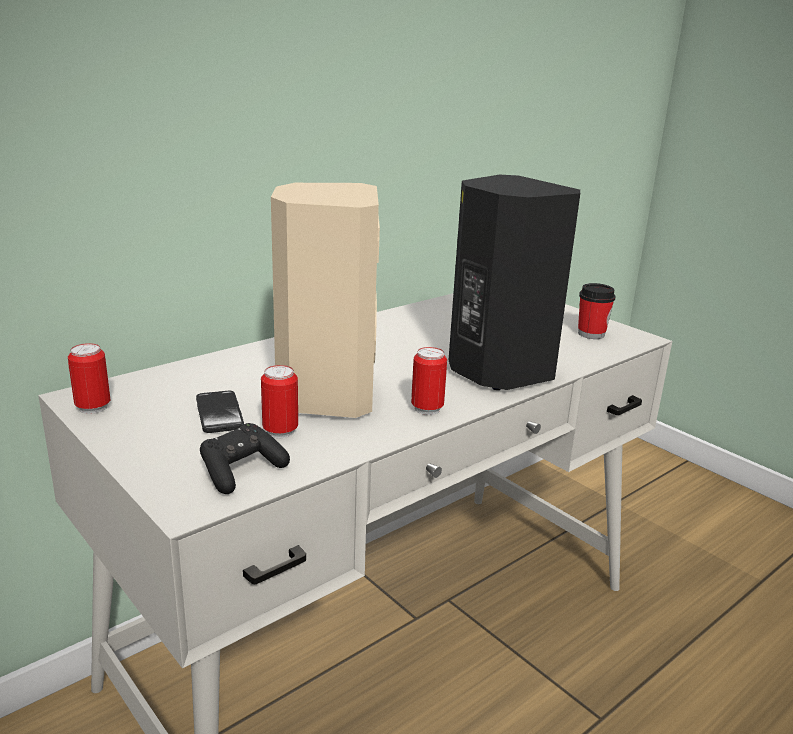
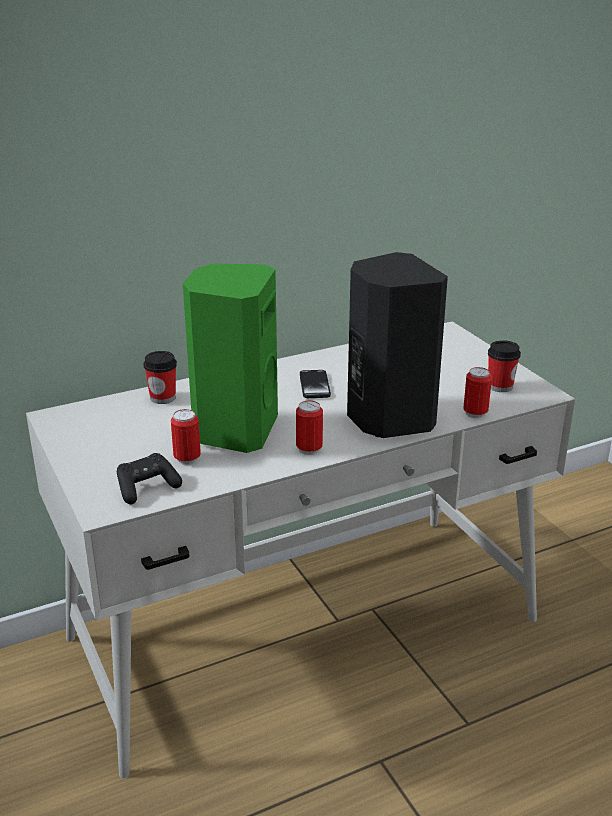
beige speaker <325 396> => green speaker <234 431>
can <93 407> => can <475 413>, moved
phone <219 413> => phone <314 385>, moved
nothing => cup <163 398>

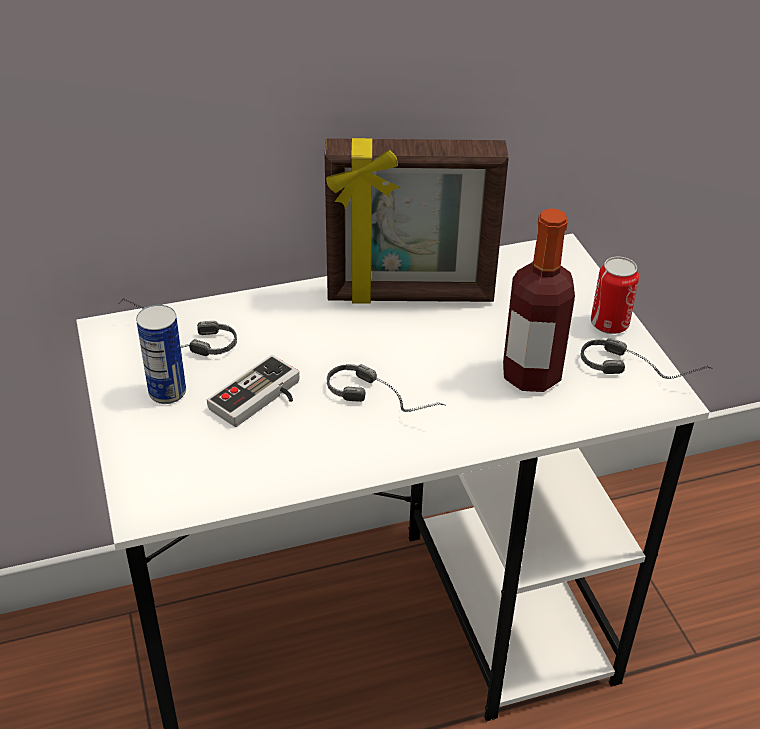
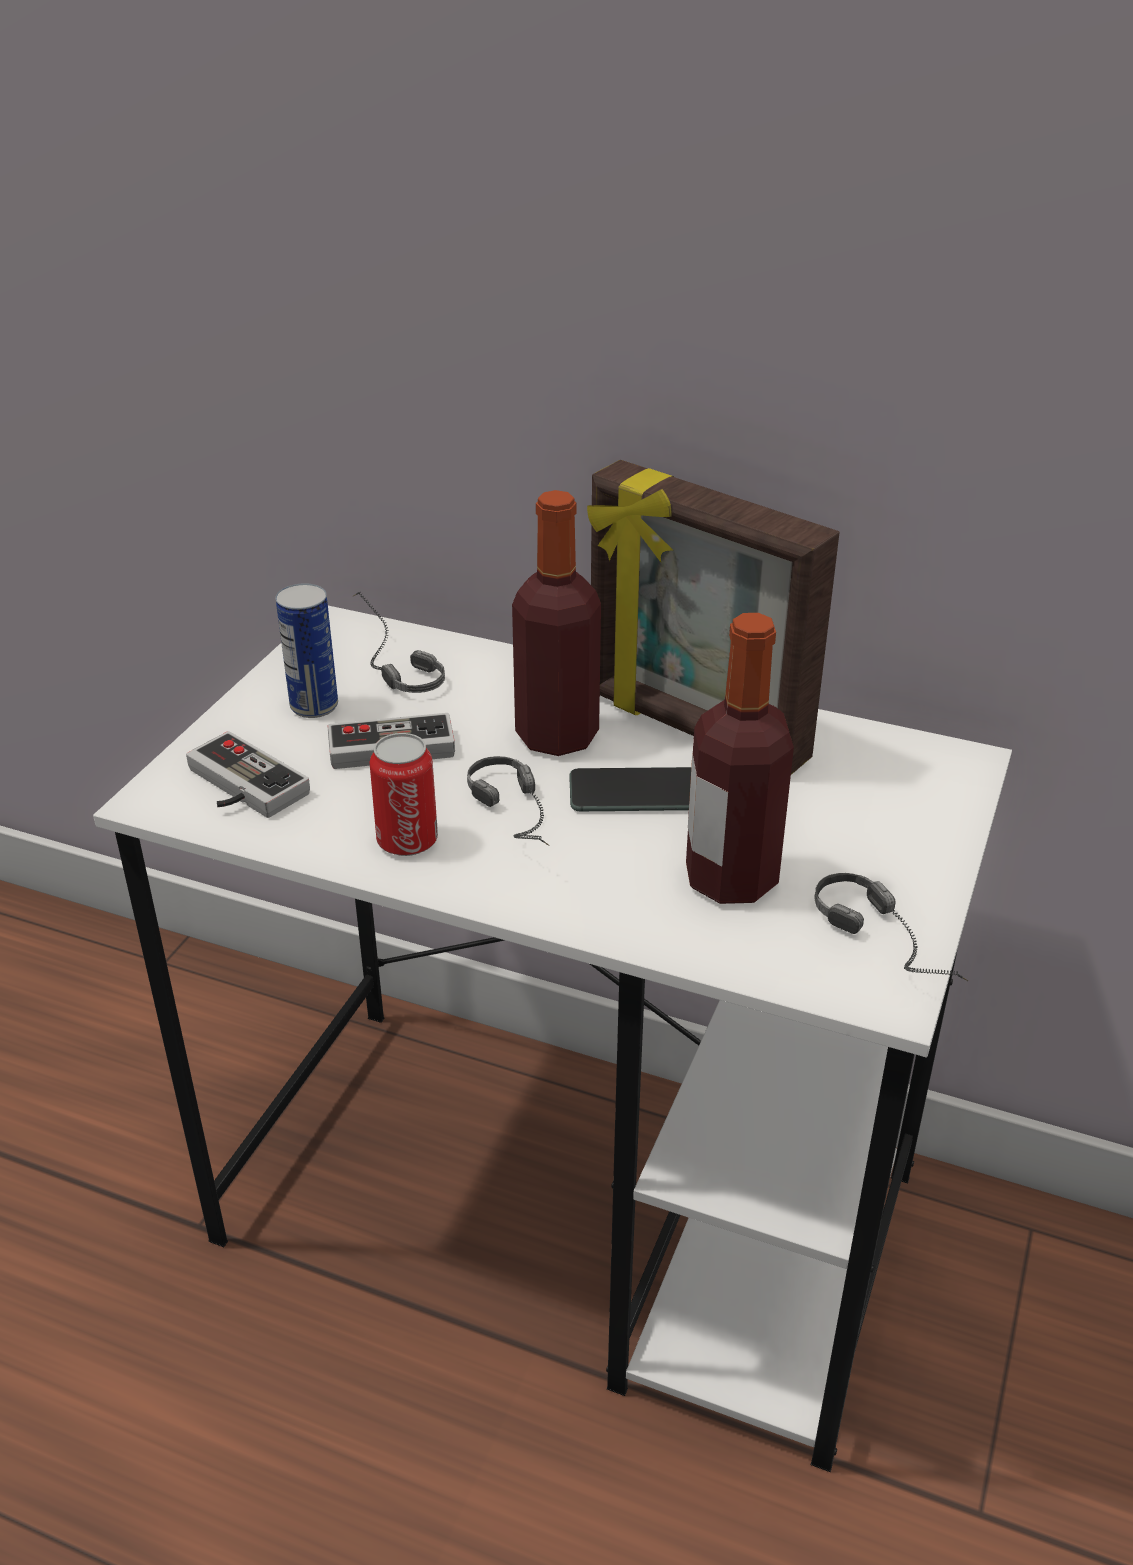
can <609 324> => can <407 841>, moved
nothing => bottle <557 736>
nothing => game controller <238 787>
nothing => phone <638 792>

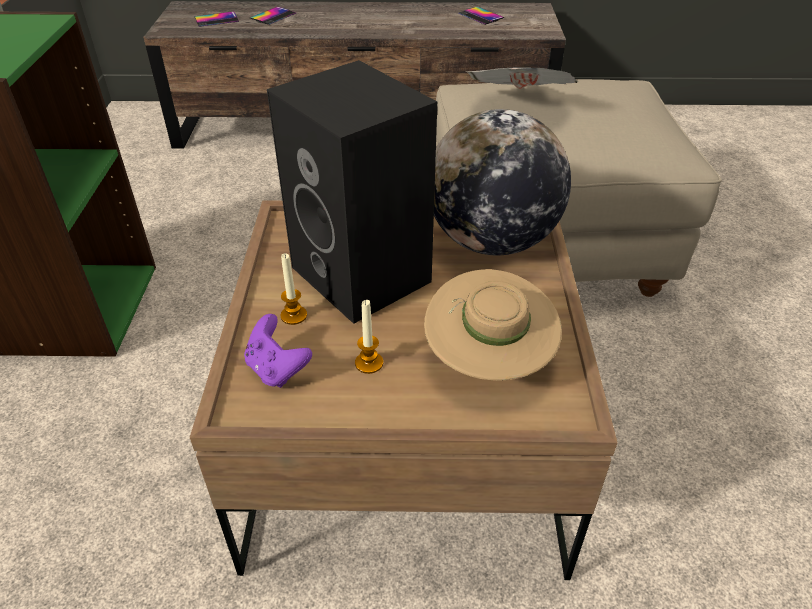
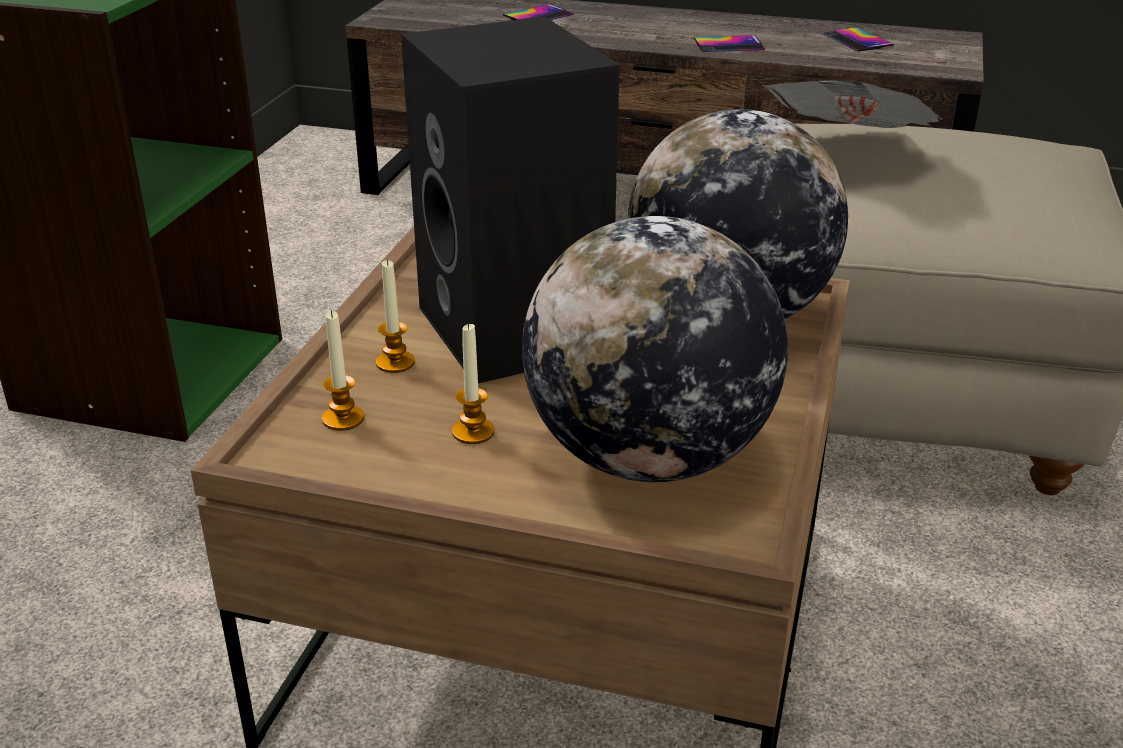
phone <216 19> => phone <729 44>, moved
beige hat <488 361> => globe <648 457>
purple game controller <277 369> => candle <343 419>

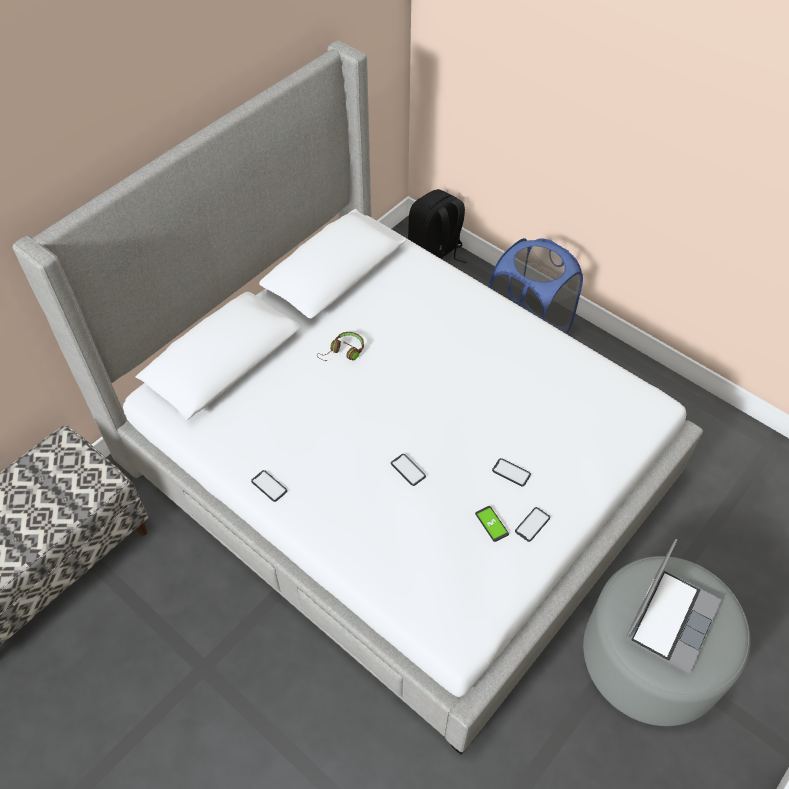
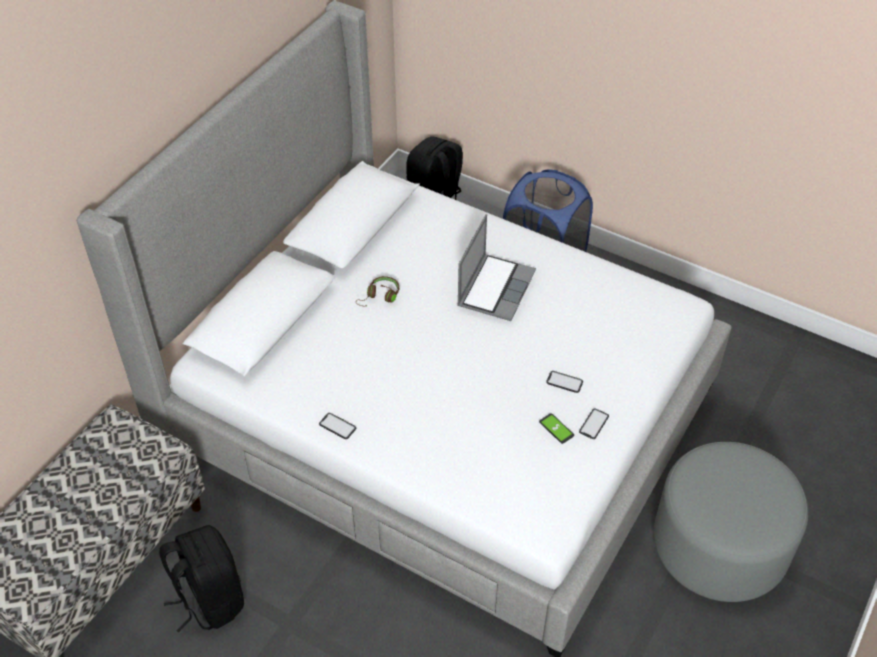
phone <408 470> => nothing
laptop <670 618> => laptop <495 288>, moved
nothing => black backpack <209 599>

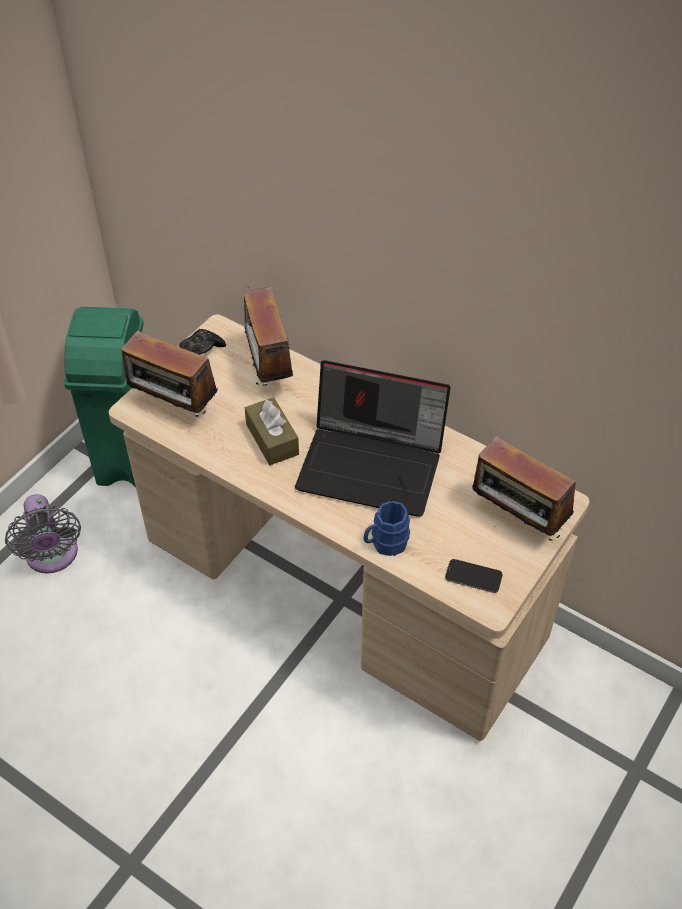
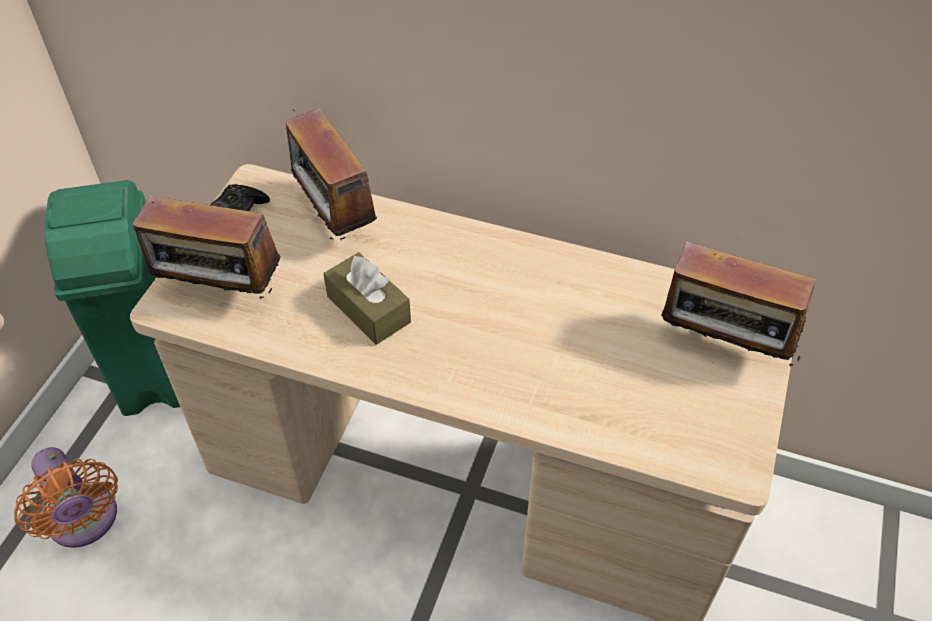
laptop <373 465> => nothing
grey fan <52 557> => orange fan <85 522>
blue mug <385 543> => nothing
phone <473 576> => nothing

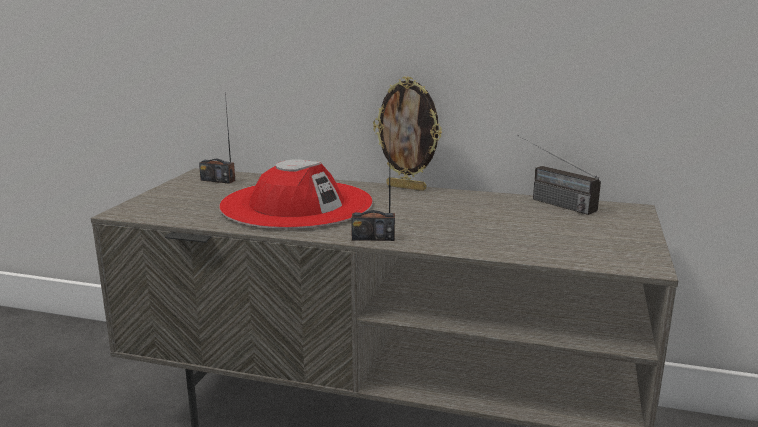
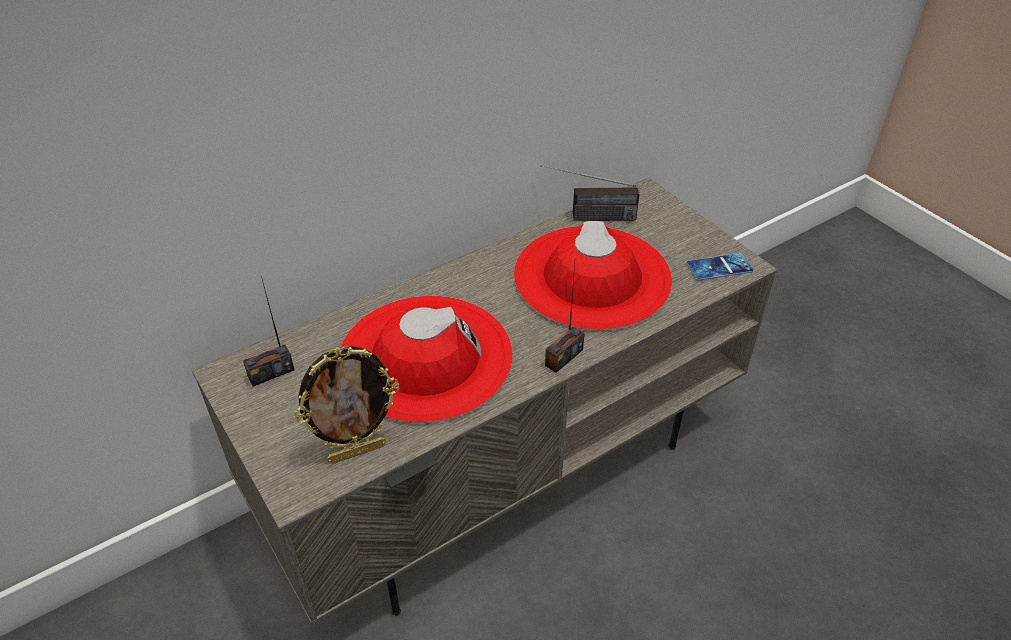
picture frame <407 187> => picture frame <357 452>, moved
nothing => red hat <592 277>
nothing => phone <719 267>

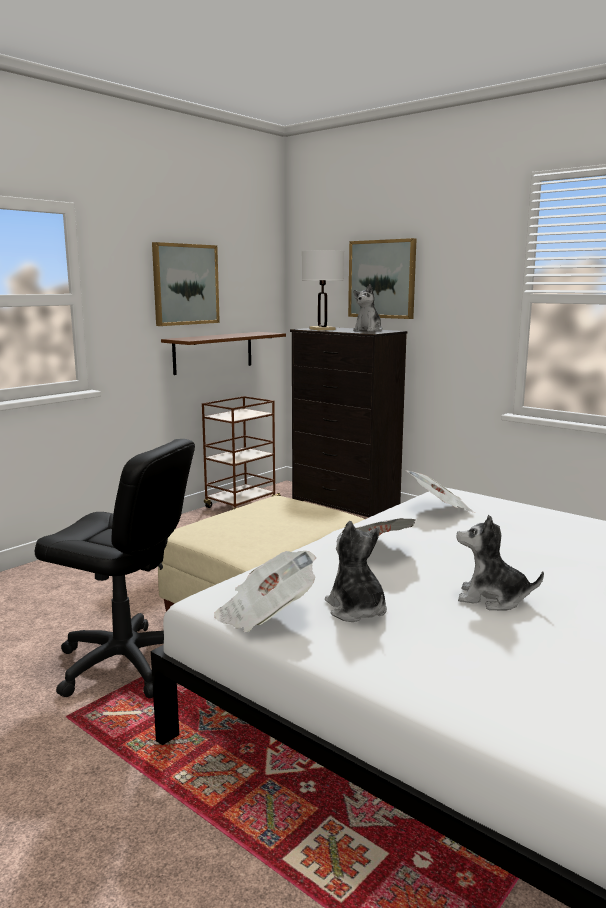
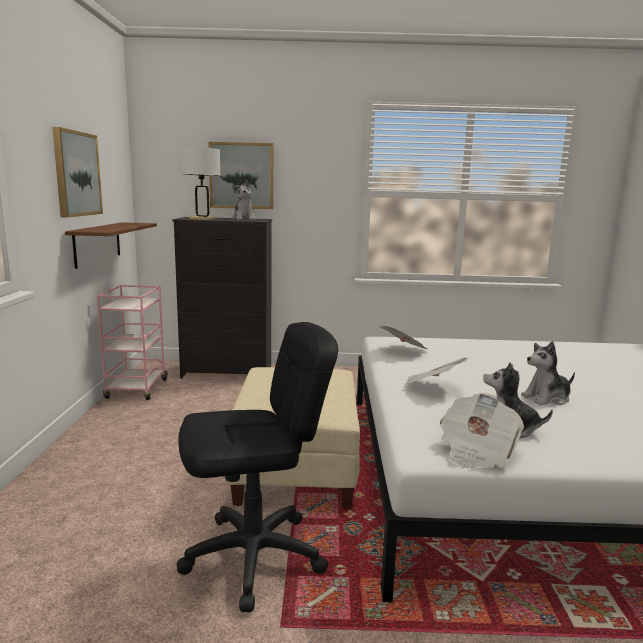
brown cart <241 505> => pink cart <137 389>

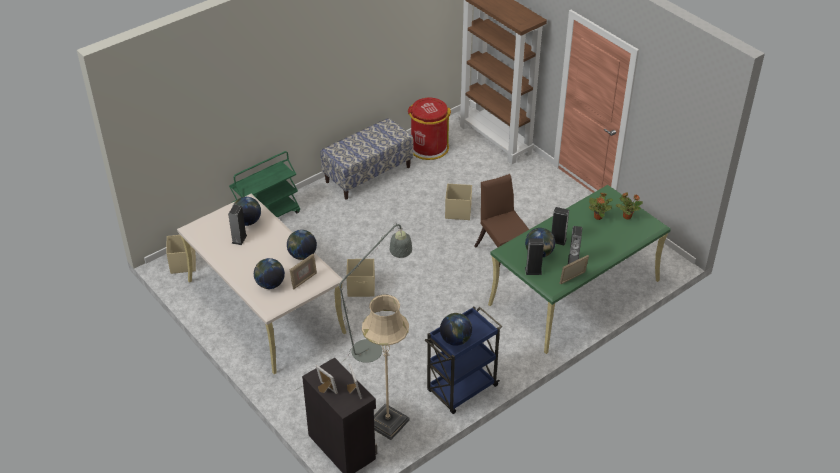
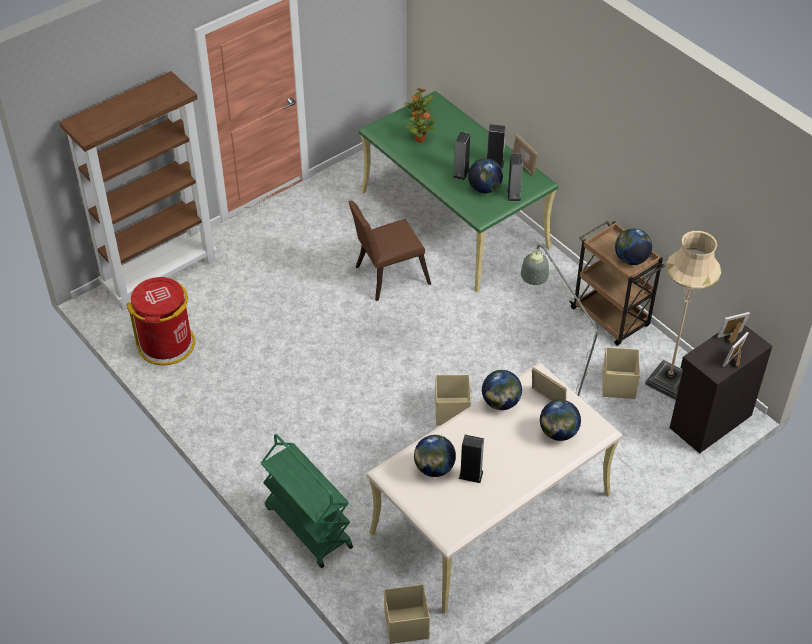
bench <368 174> => nothing
beige storage box <457 211> => beige storage box <618 385>, moved
blue cart <461 389> => brown cart <611 318>

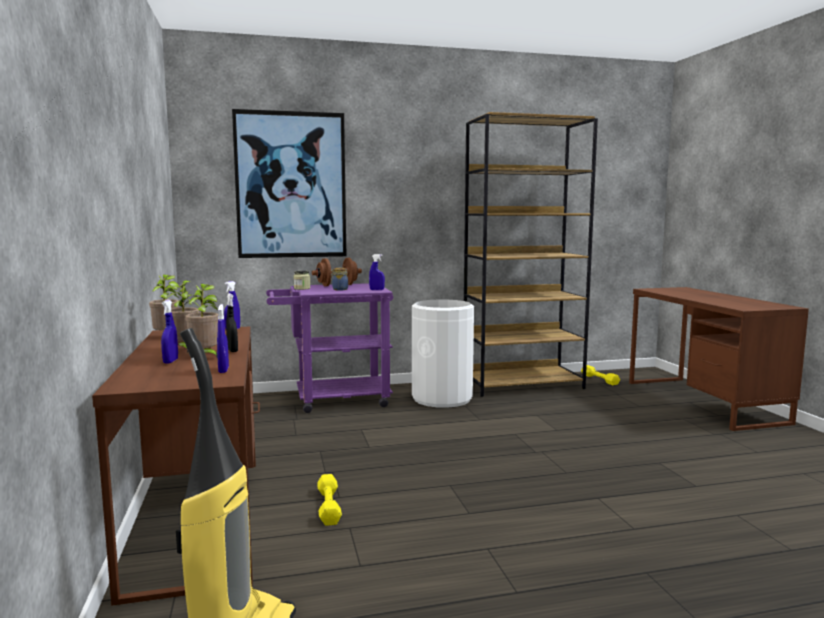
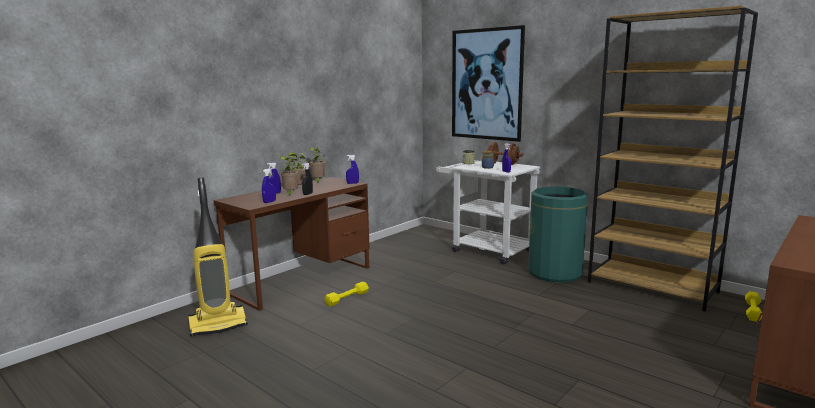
purple cart <332 400> => white cart <486 249>
white trash can <442 398> => green trash can <555 273>

